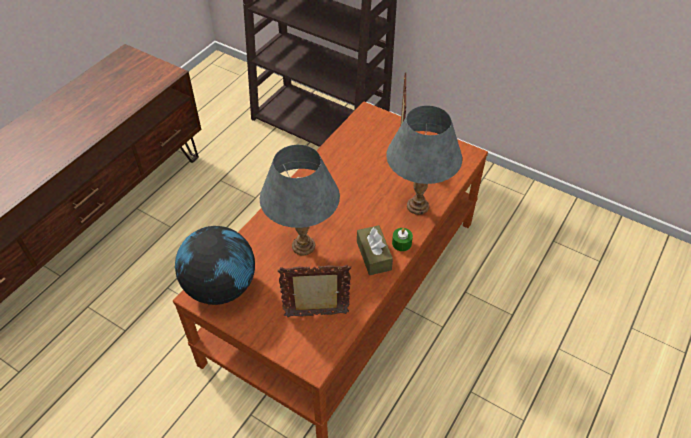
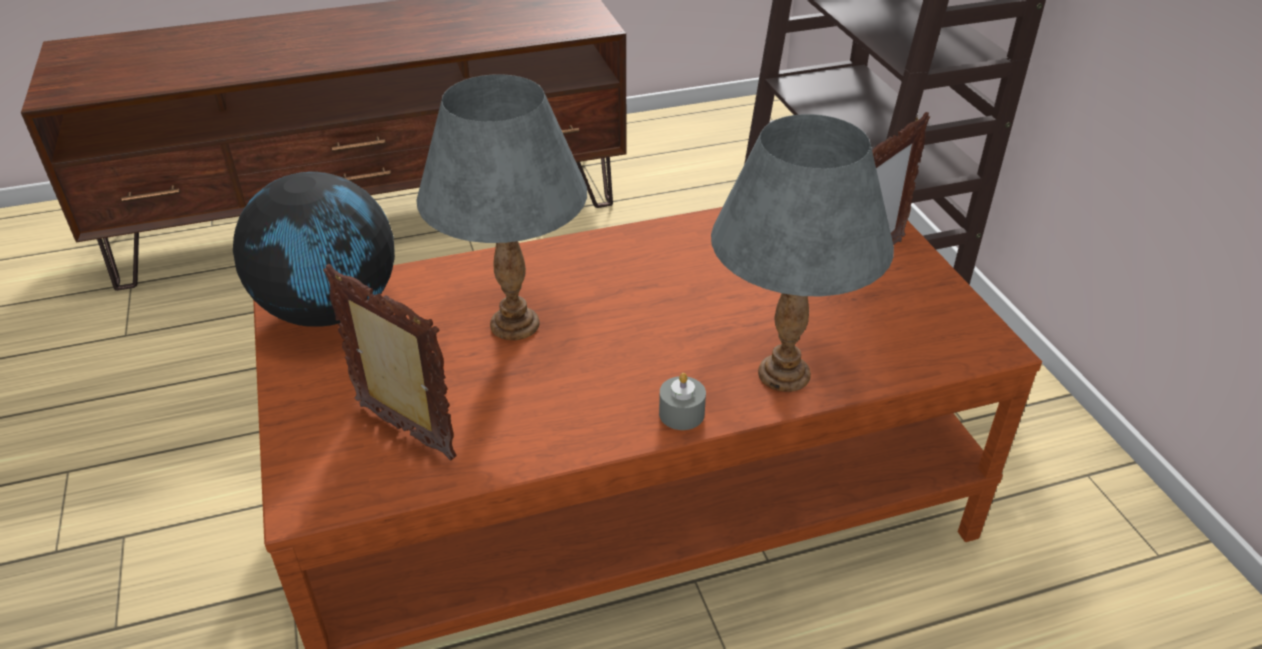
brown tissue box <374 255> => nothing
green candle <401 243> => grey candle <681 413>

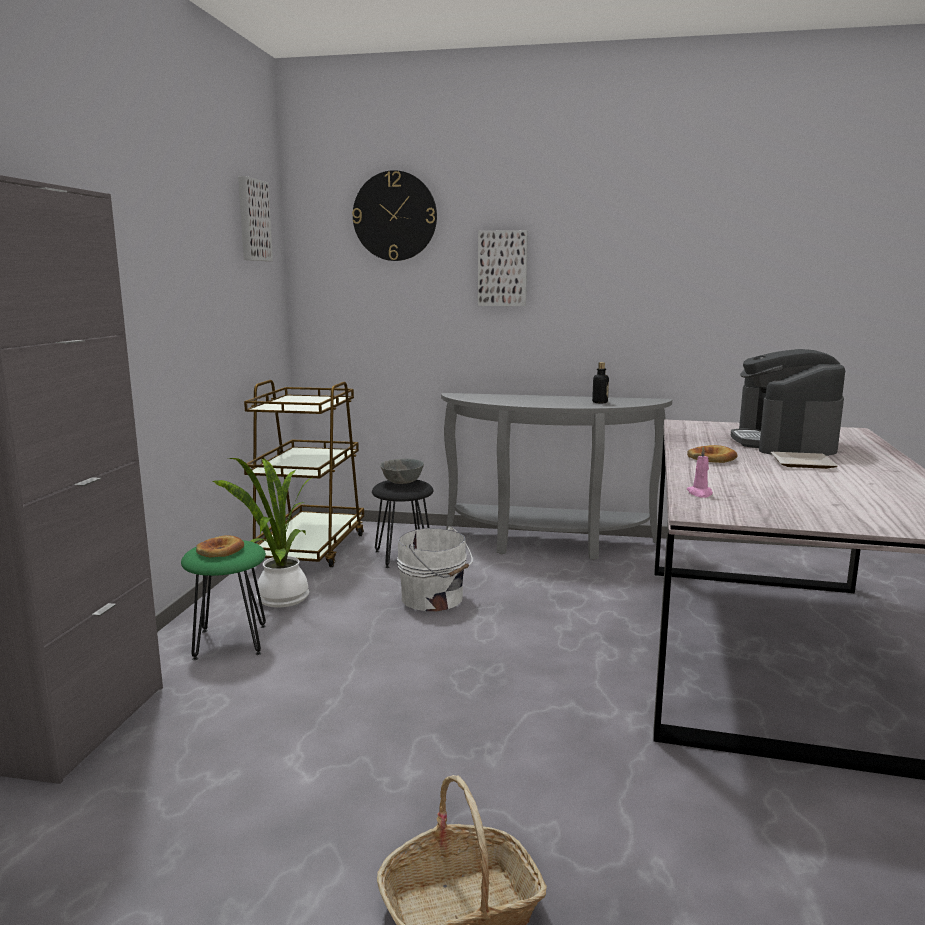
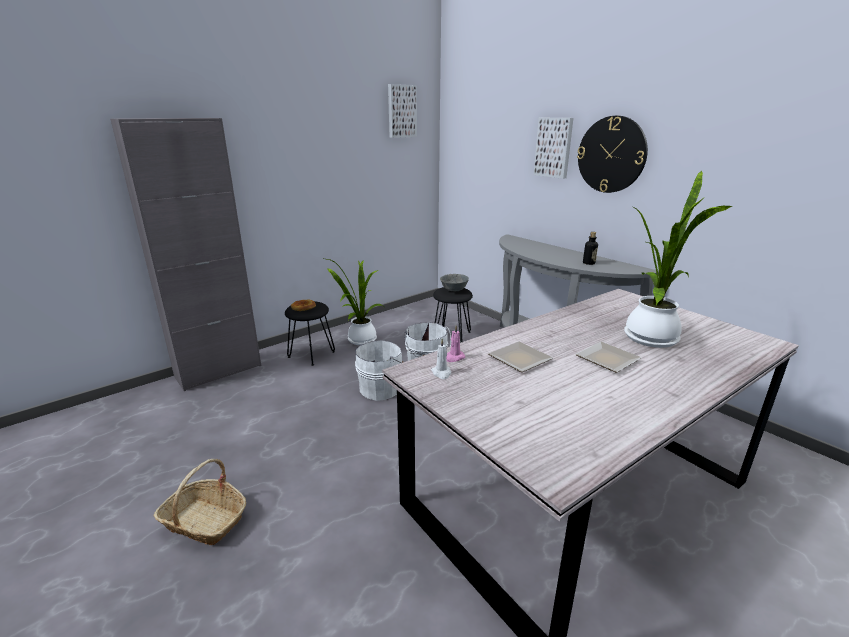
wall clock <395 216> => wall clock <611 155>, moved
coffee machine <784 443> => potted plant <653 336>
brown cart <310 549> => nothing
bread <712 458> => nothing
green stool <230 641> => black stool <312 354>
nothing => white candle <441 373>
nothing => white bucket <381 388>
nothing => plate <519 358>

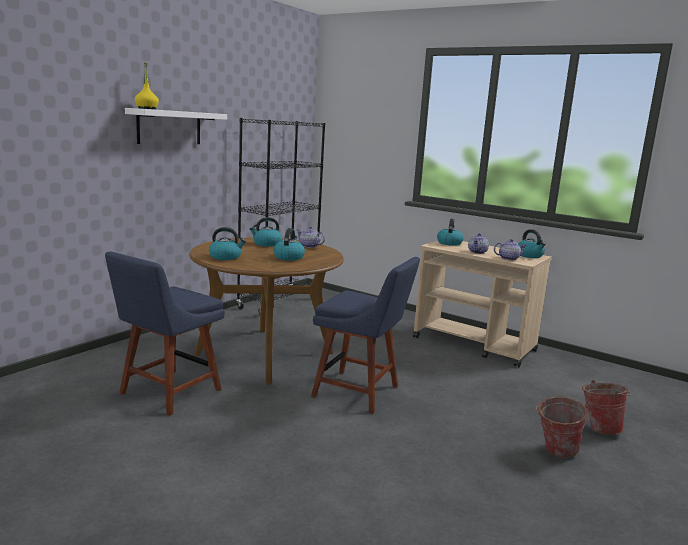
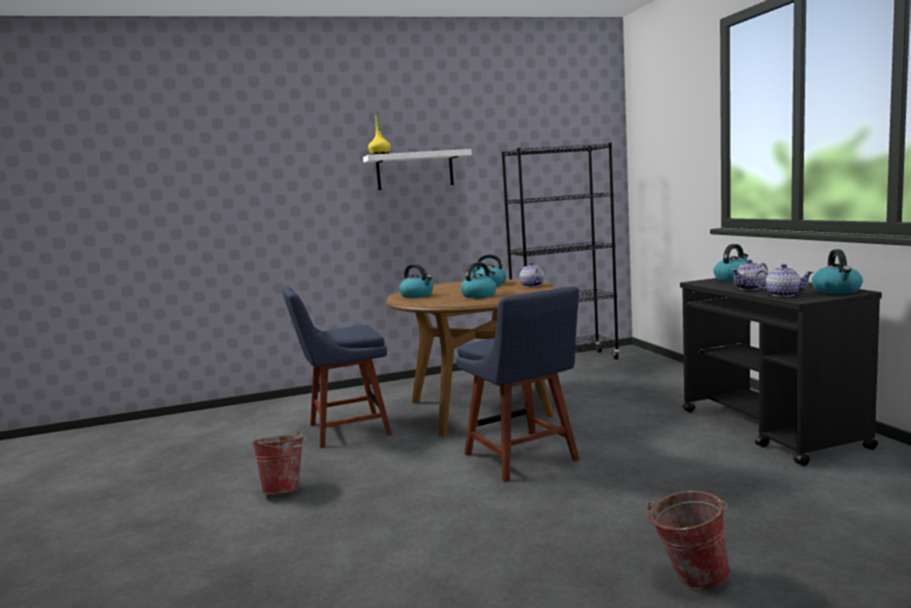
beige cart <475 344> => black cart <771 429>
bucket <599 428> => bucket <285 489>, moved

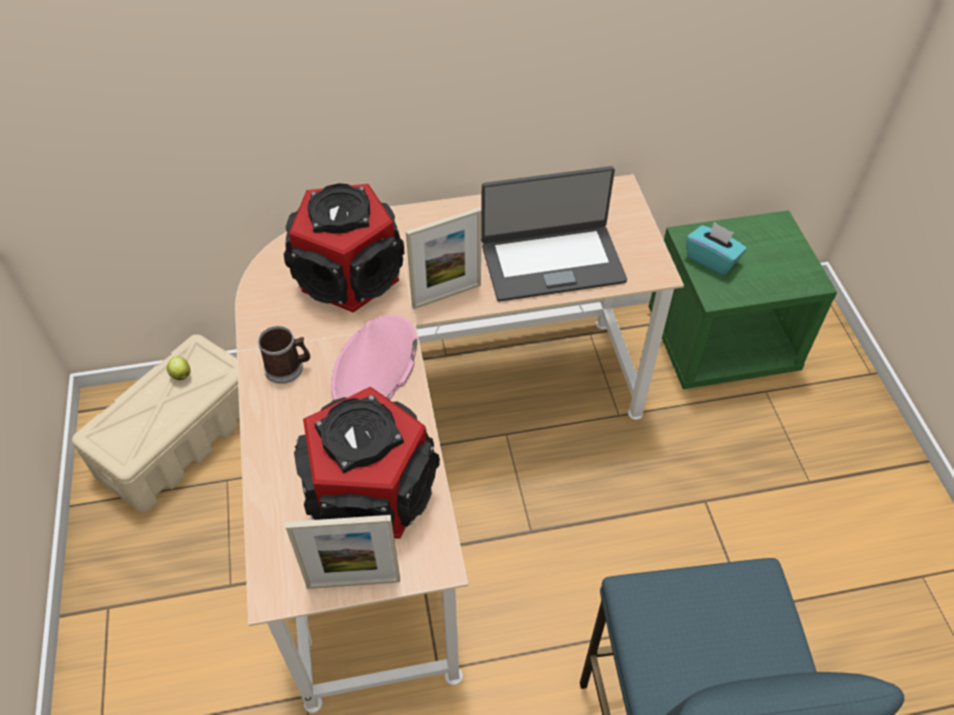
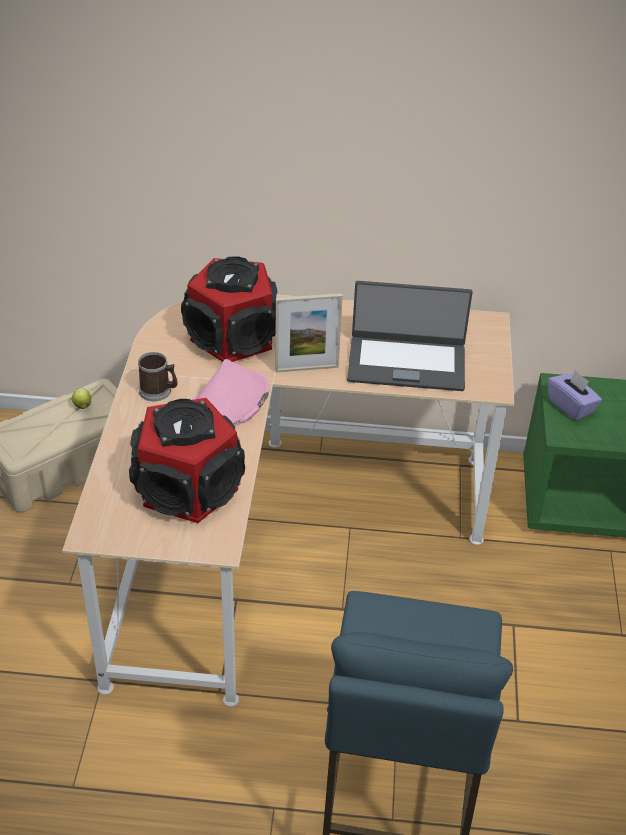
turquoise tissue box <712 259> => purple tissue box <571 406>
picture frame <353 582> => nothing

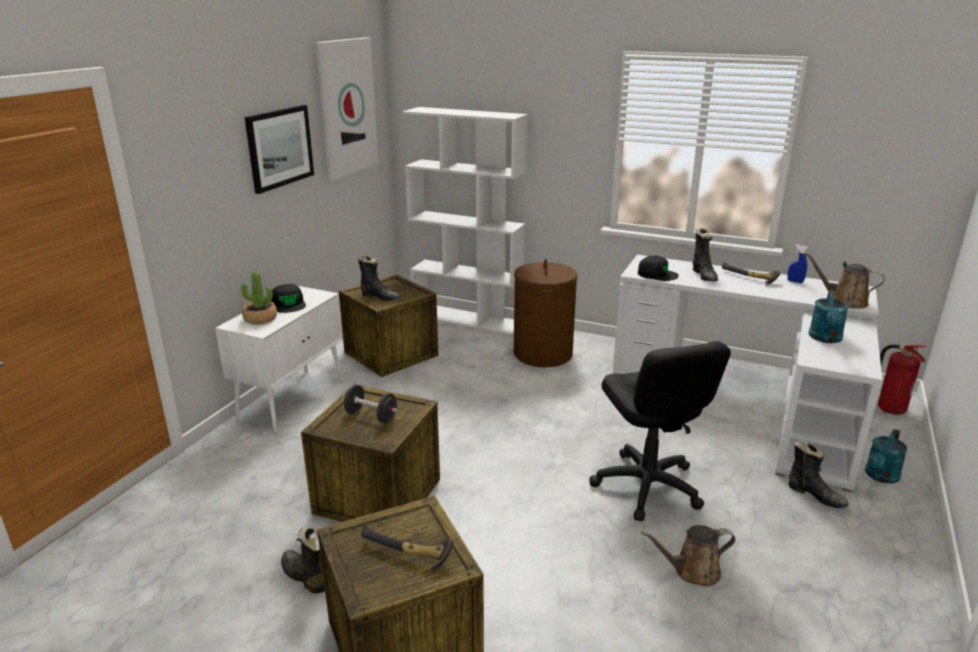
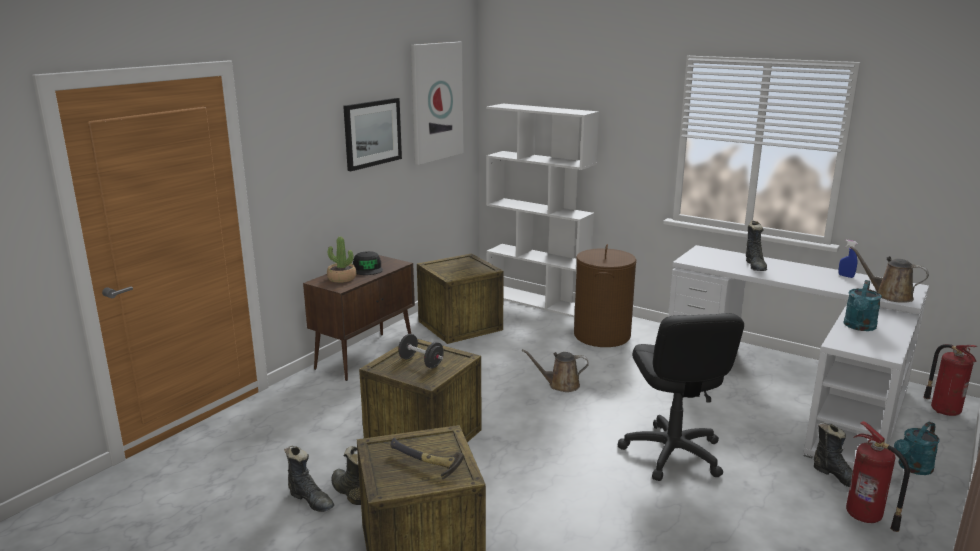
black cap <657 274> => nothing
black boot <380 297> => black boot <311 500>, moved
hammer <748 278> => nothing
white cabinet <292 399> => brown cabinet <365 356>
brown watering can <692 571> => brown watering can <560 385>, moved
nothing => fire extinguisher <866 517>

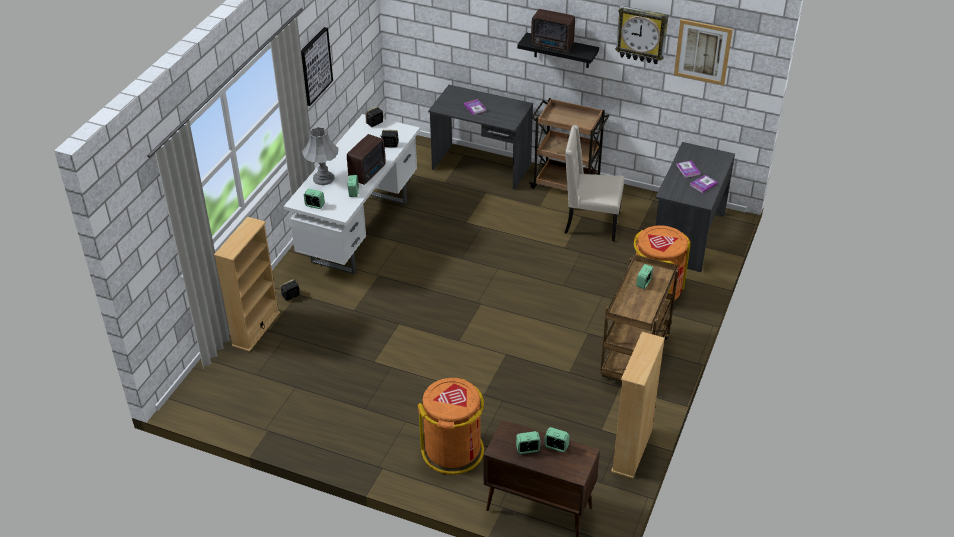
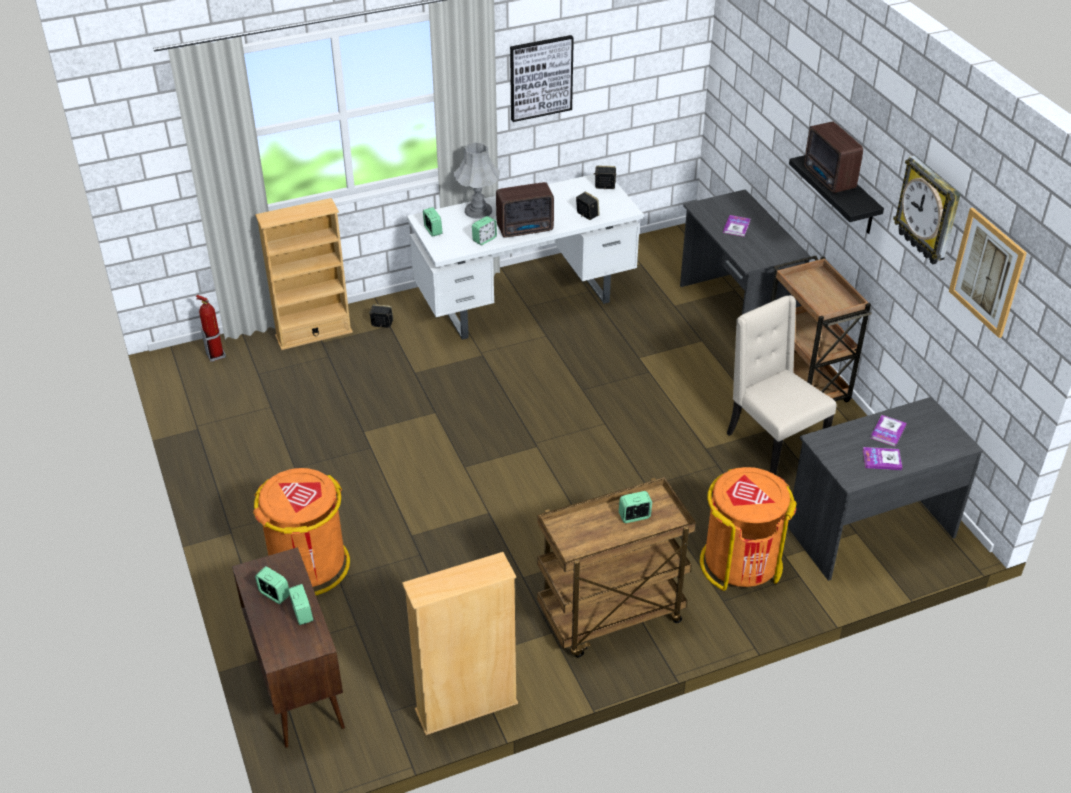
nothing => fire extinguisher <216 355>

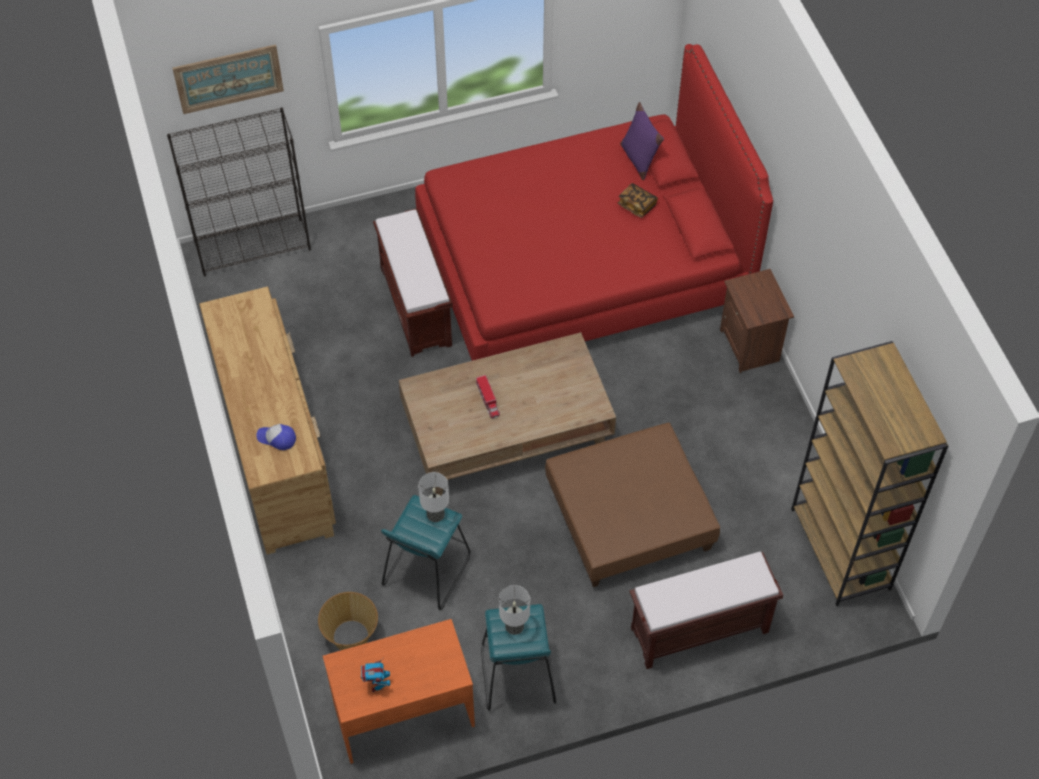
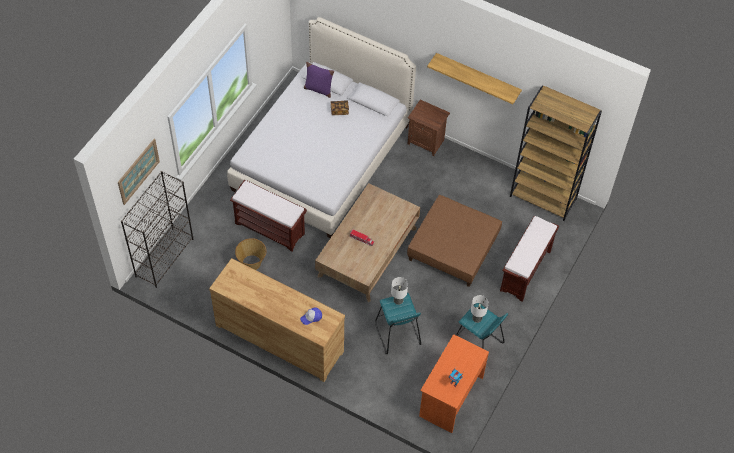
red bed <583 263> => white bed <321 156>
basket <351 637> => basket <252 263>, moved
nothing => shelf <477 76>

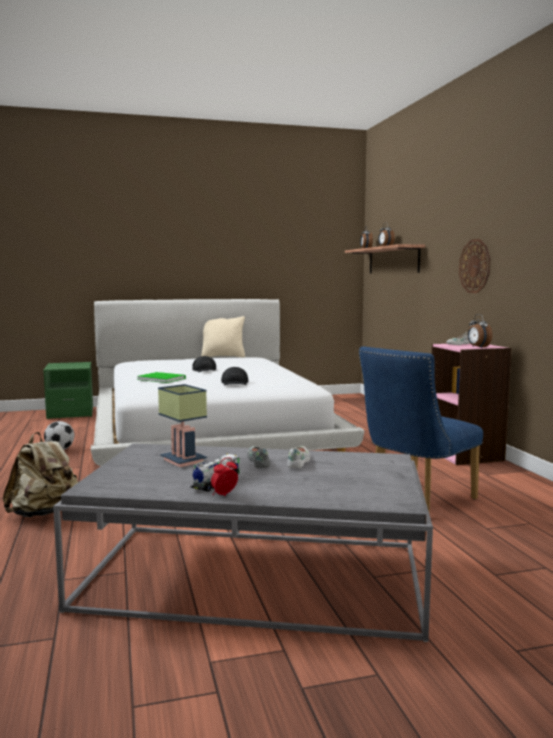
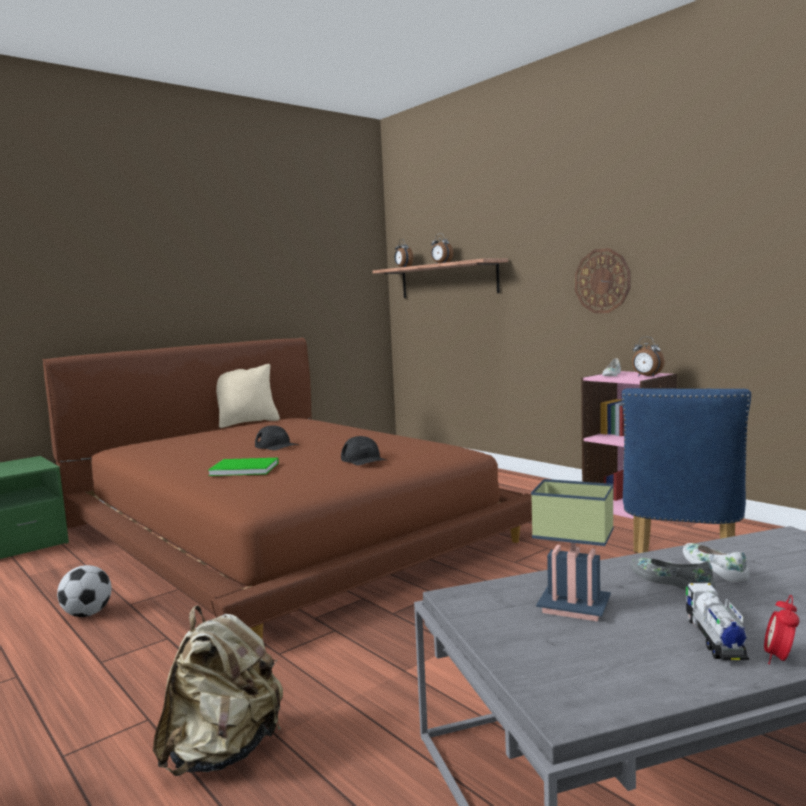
white bed <208 429> => brown bed <281 530>

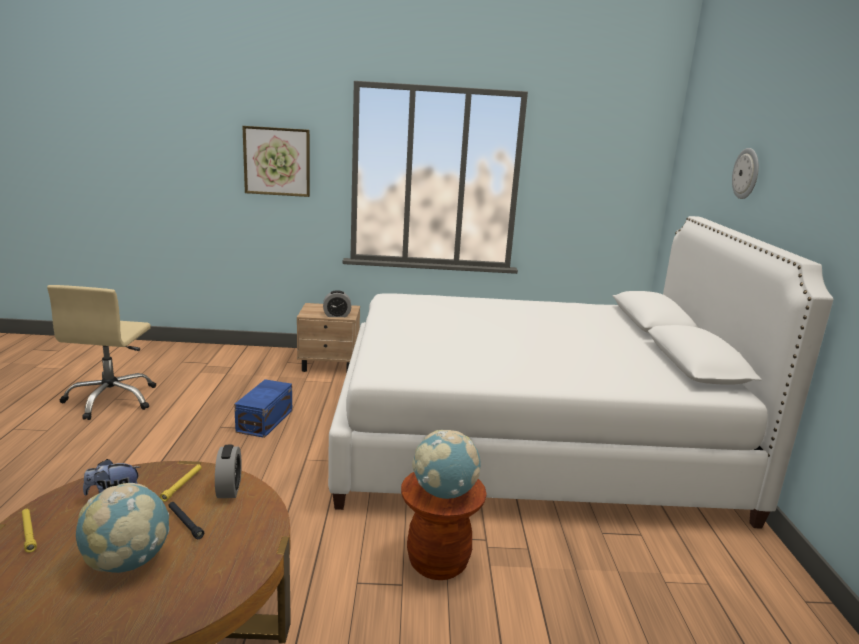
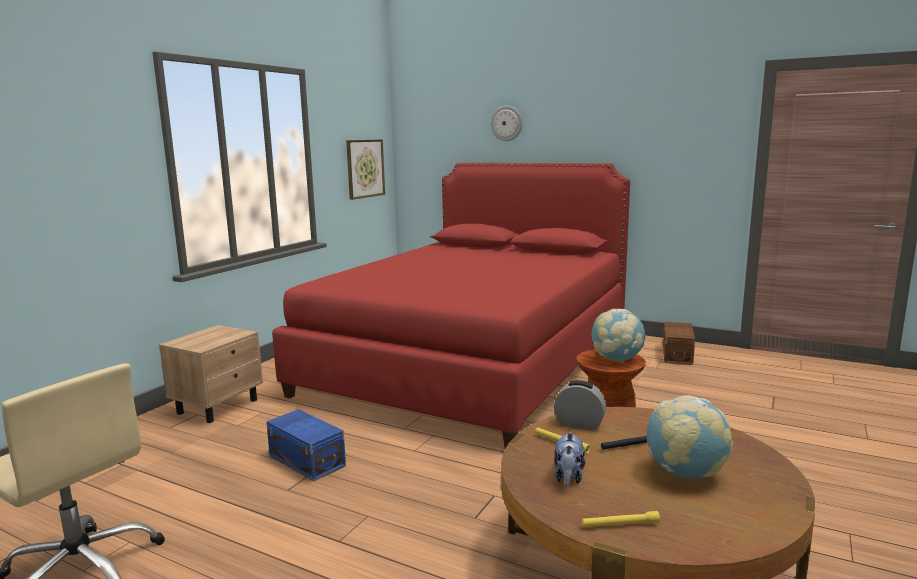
picture <277 161> => picture <365 168>, moved
white bed <527 441> => red bed <472 361>
alarm clock <337 315> => nothing
nothing => brown storage box <678 354>

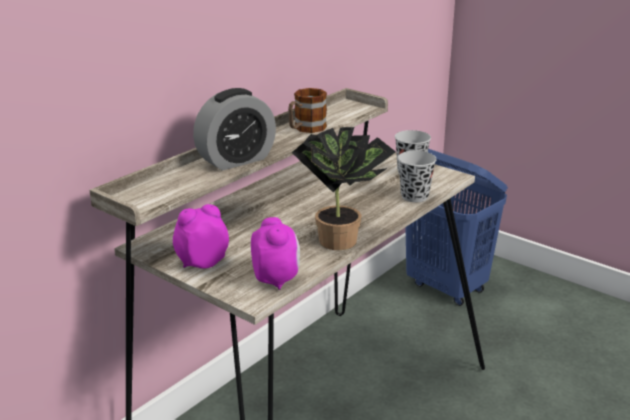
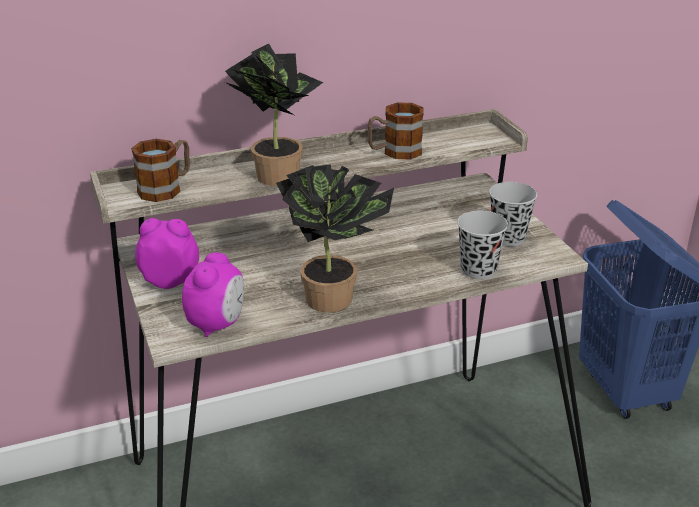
alarm clock <236 160> => potted plant <275 173>
nothing => mug <166 188>

